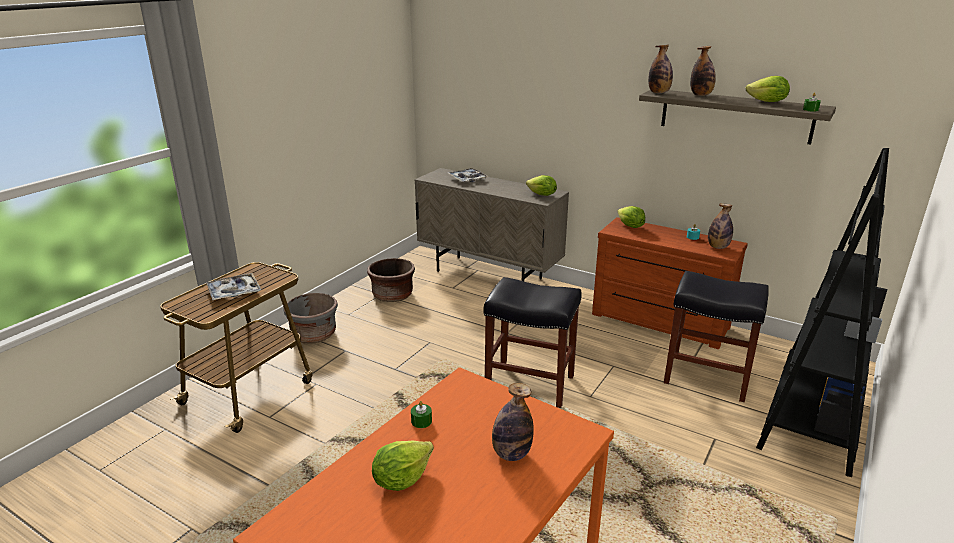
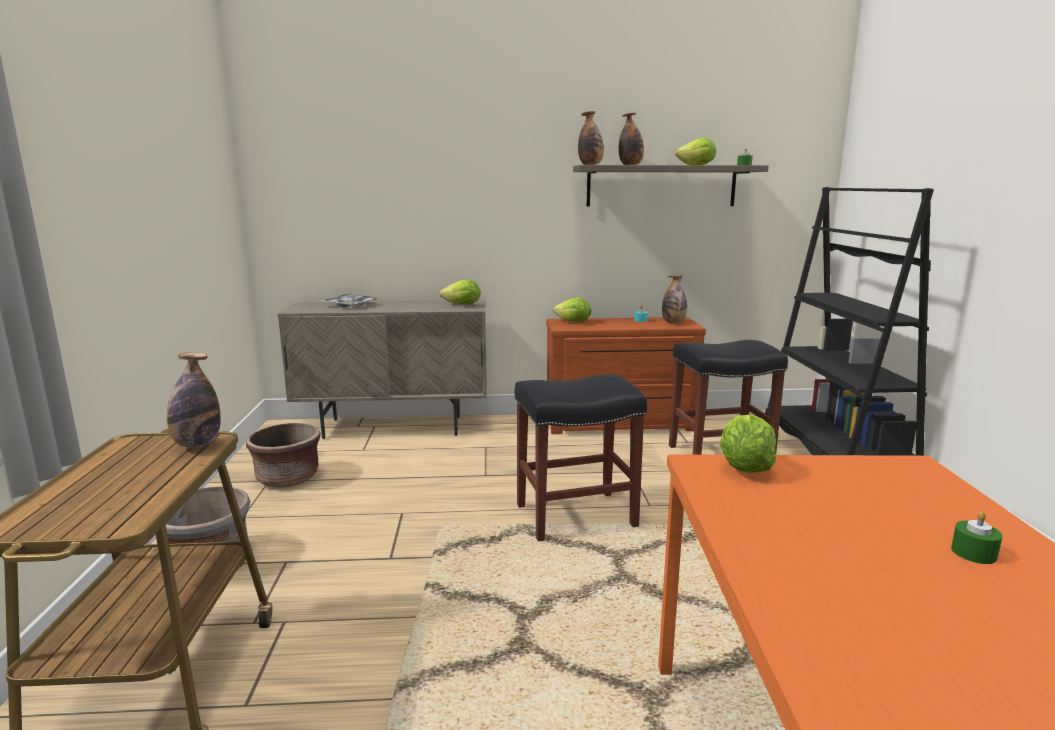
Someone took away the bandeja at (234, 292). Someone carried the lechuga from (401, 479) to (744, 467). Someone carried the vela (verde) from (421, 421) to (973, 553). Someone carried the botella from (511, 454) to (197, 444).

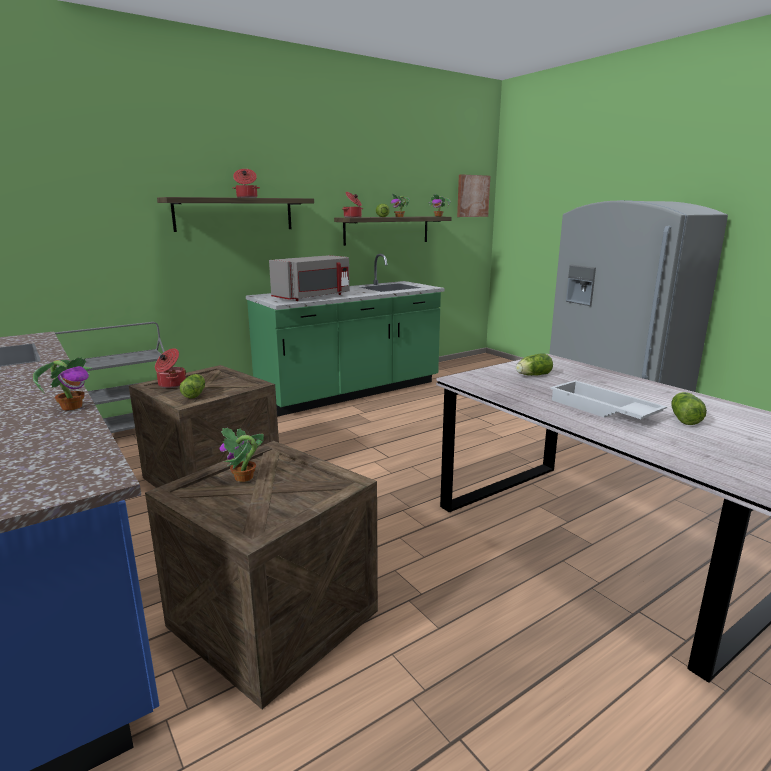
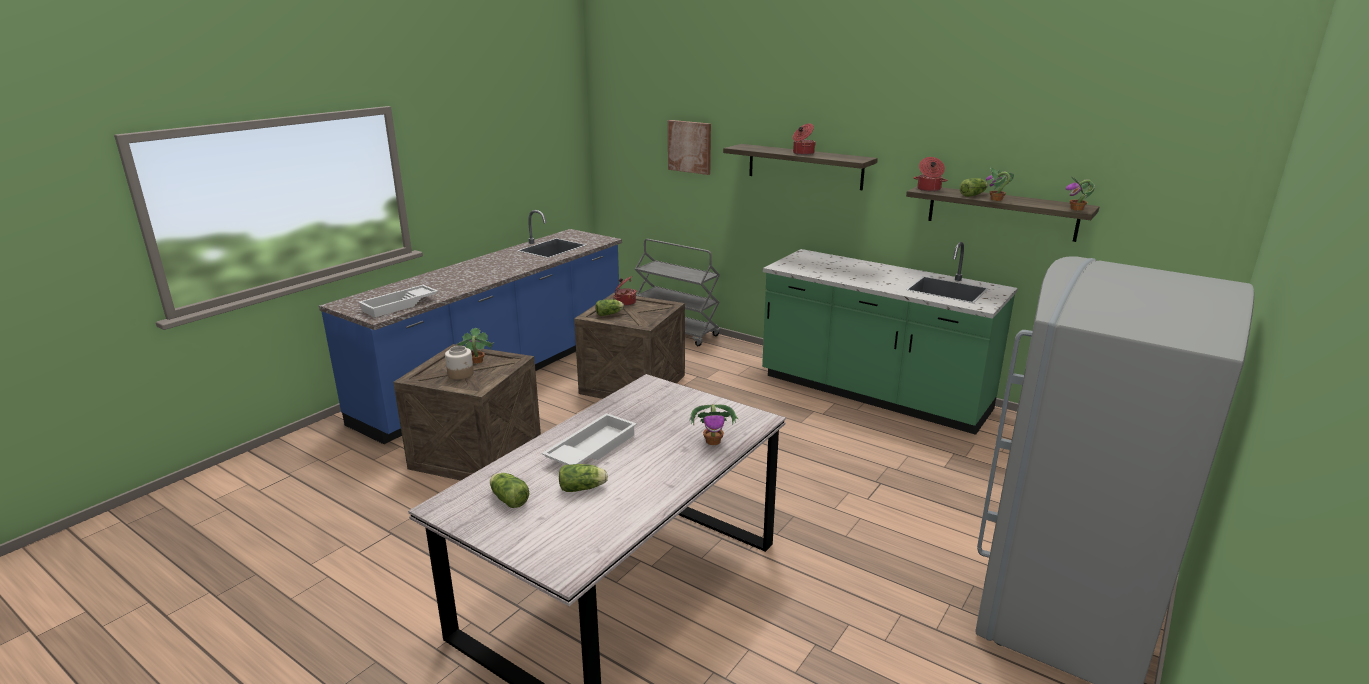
Someone took away the microondas (gris) at (313, 297). Someone put down the bandeja (blanco) at (400, 305). Someone put down the tarro at (461, 374). Someone carried the planta en maceta from (72, 407) to (713, 441). Someone carried the cuadro from (472, 196) to (690, 147). Someone carried the lechuga from (532, 375) to (508, 499).

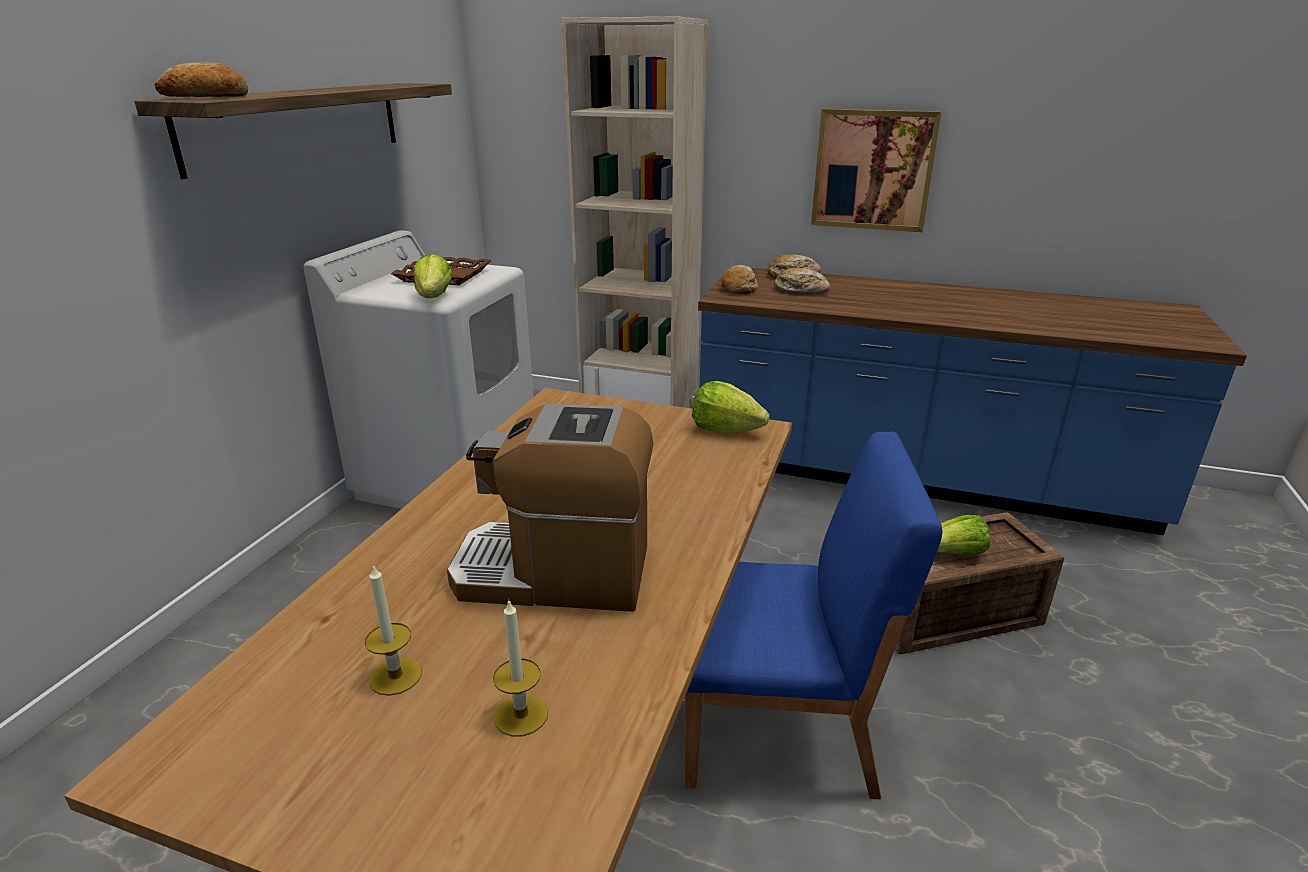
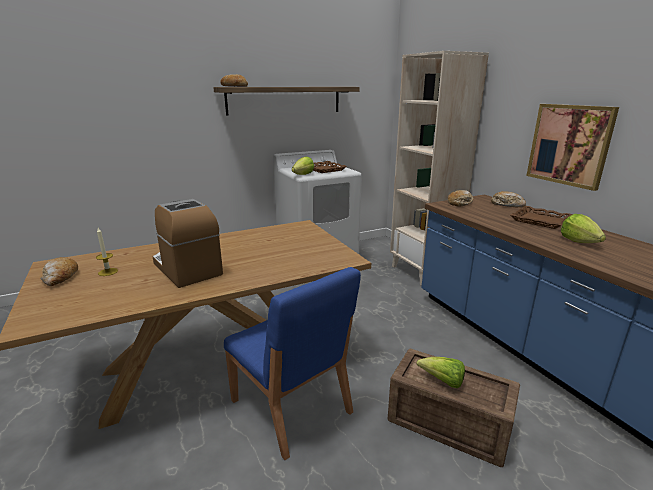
Someone took away the vela at (521, 715). Someone put down the bandeja (marrón) at (540, 221). Someone carried the lechuga from (725, 430) to (579, 241). Someone carried the pan from (800, 290) to (60, 277).

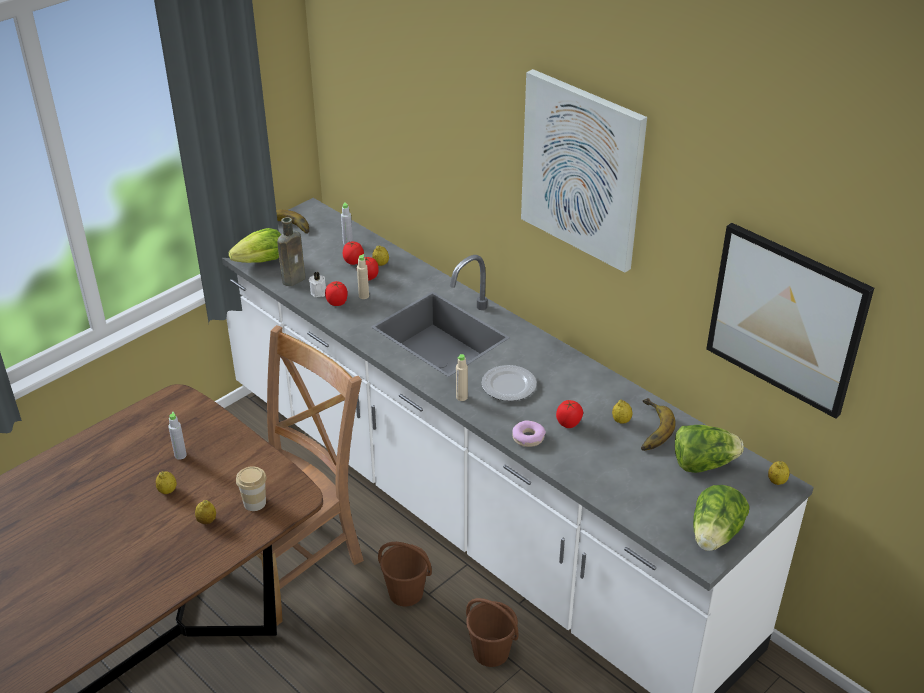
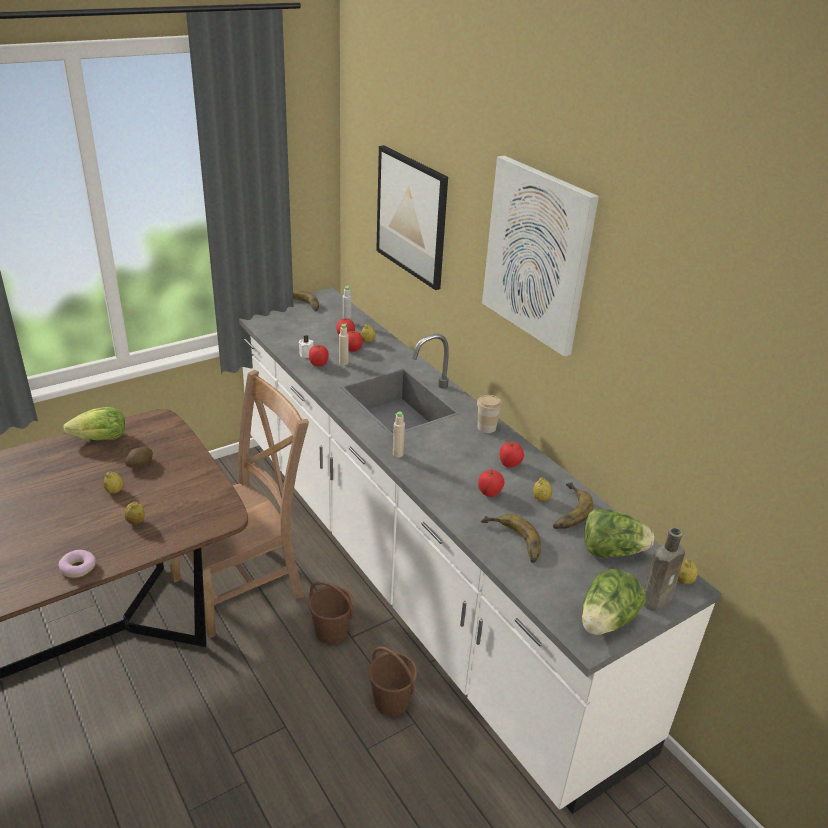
Someone took away the plato at (509, 386). Someone put down the plátano at (511, 542). Someone put down the tomate at (510, 464). Someone carried the lechuga from (261, 261) to (101, 439). Someone carried the taza from (254, 503) to (486, 427). Someone carried the botella (marrón) from (295, 278) to (657, 599). Someone carried the rosquilla from (528, 438) to (78, 568). Someone carried the cuadro from (786, 319) to (411, 216). Someone swapped the botella (gris) at (180, 455) for the patata at (140, 464).

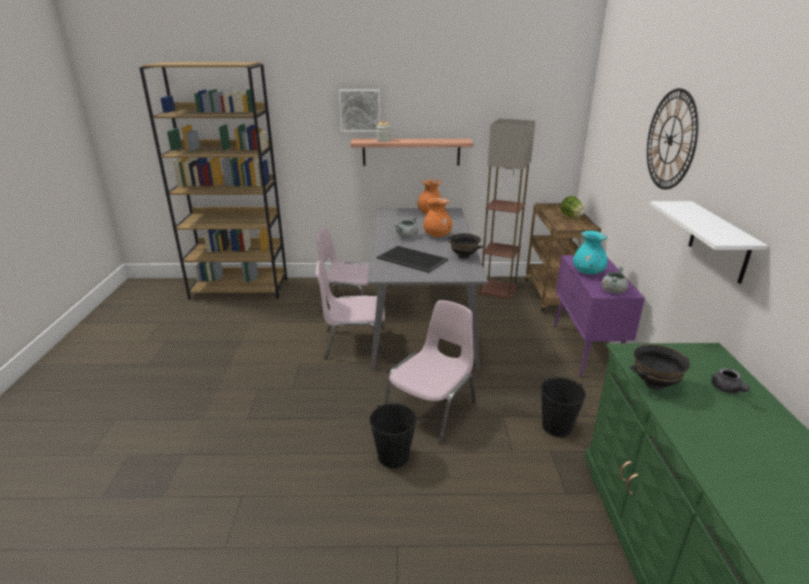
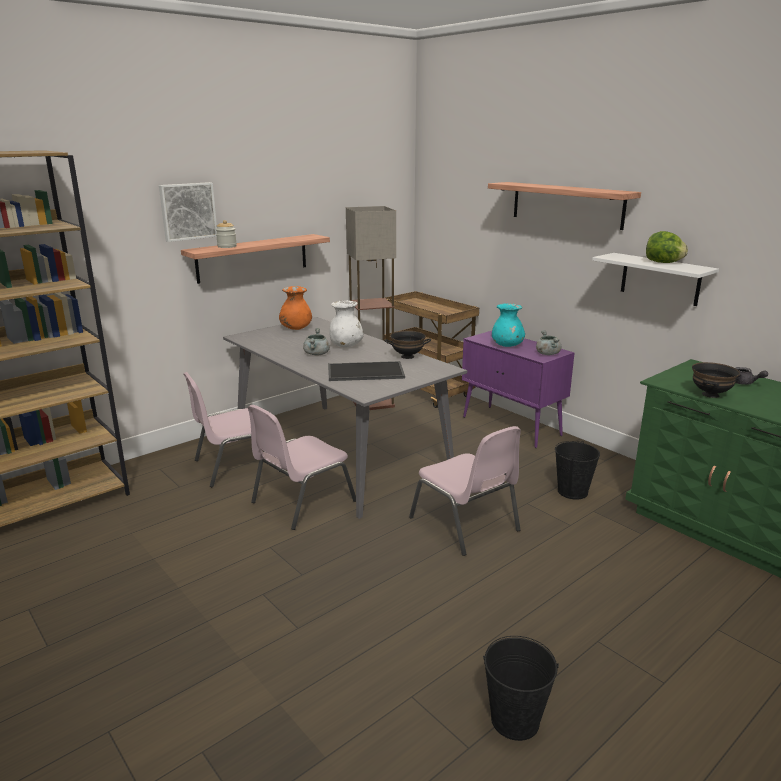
Someone carried the cubo (negro) from (393, 456) to (515, 720). Someone carried the lechuga from (571, 217) to (663, 262). Someone swapped the reloj de pared at (670, 140) for the estante at (566, 204). Someone repainted the florero (naranja) at (437, 235), which became the florero (blanco) at (346, 346). Someone rotated the silla (rosa) at (432, 409) by 150 degrees clockwise.

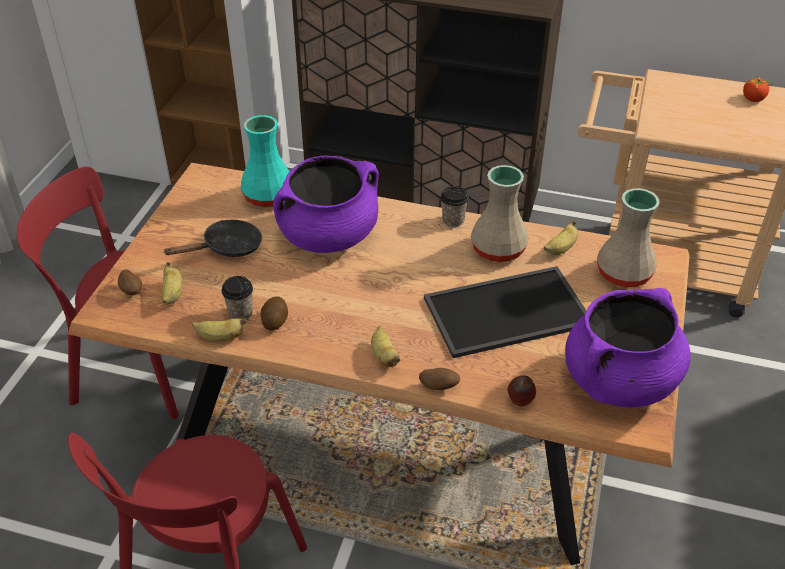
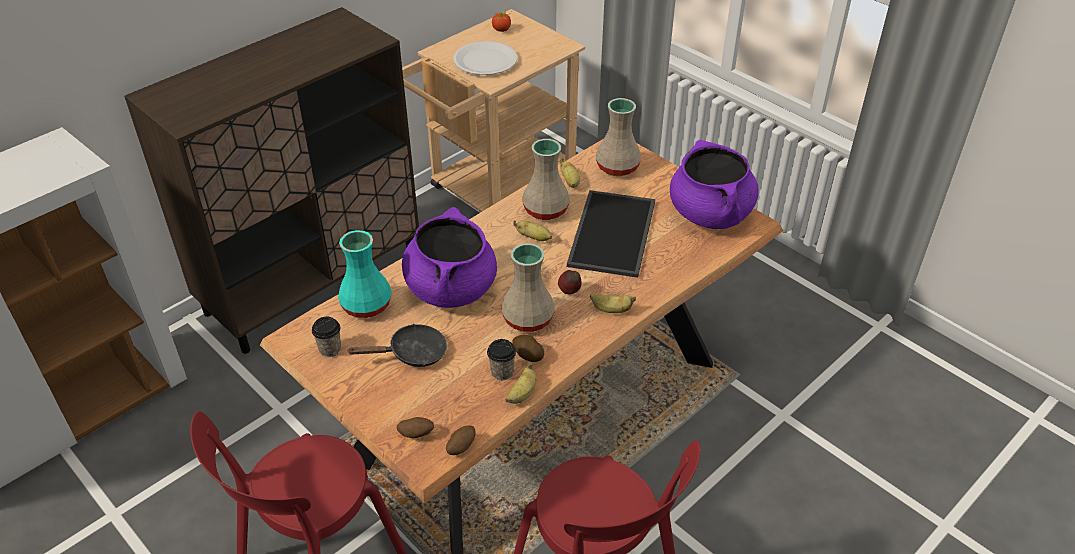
Someone put down the plato (blanco) at (485, 60). Someone put down the florero (beis) at (528, 319). Someone carried the plátano from (173, 294) to (534, 238). Someone carried the patata from (439, 386) to (461, 447). Someone carried the taza from (453, 221) to (330, 349). Someone carried the manzana from (519, 402) to (570, 292). Someone rotated the sartén (negro) at (227, 248) by 75 degrees clockwise.

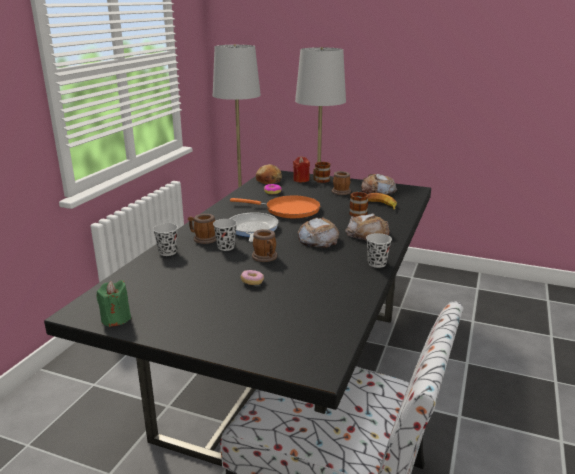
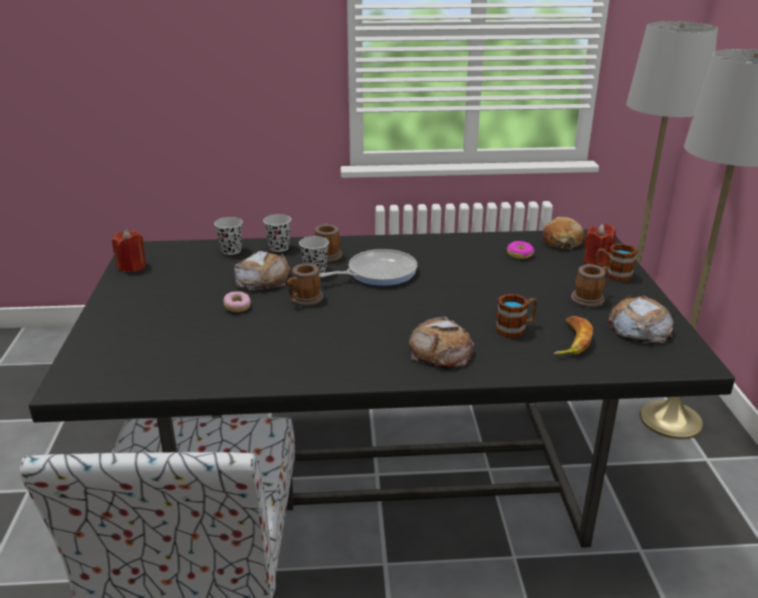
Someone took away the sartén (naranja) at (288, 210). Someone carried the pan from (318, 239) to (263, 278). Someone carried the taza (negro) from (377, 263) to (231, 250). Someone repainted the vela (verde) at (116, 319), which became the vela (rojo) at (132, 266).

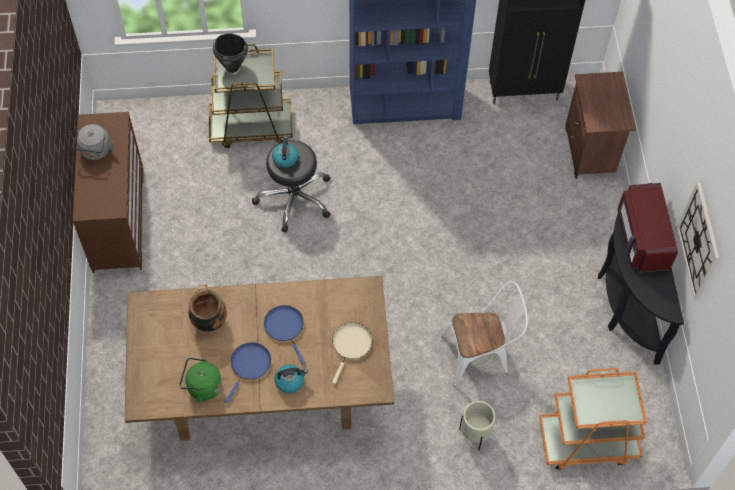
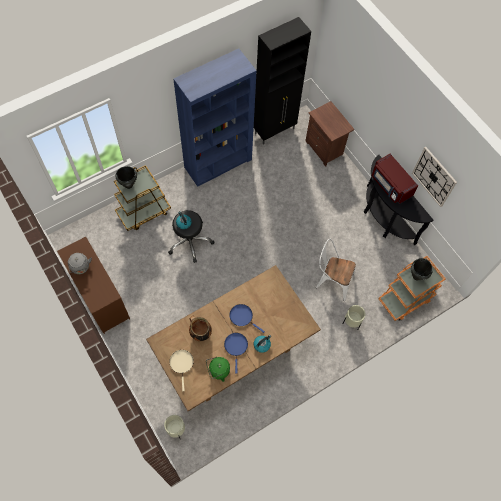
Someone put down the maceta (beis) at (176, 429). Someone put down the olla (negro) at (416, 276). Someone carried the sartén (beis) from (351, 345) to (182, 364). Someone rotated the silla (blanco) at (481, 355) by 120 degrees counterclockwise.

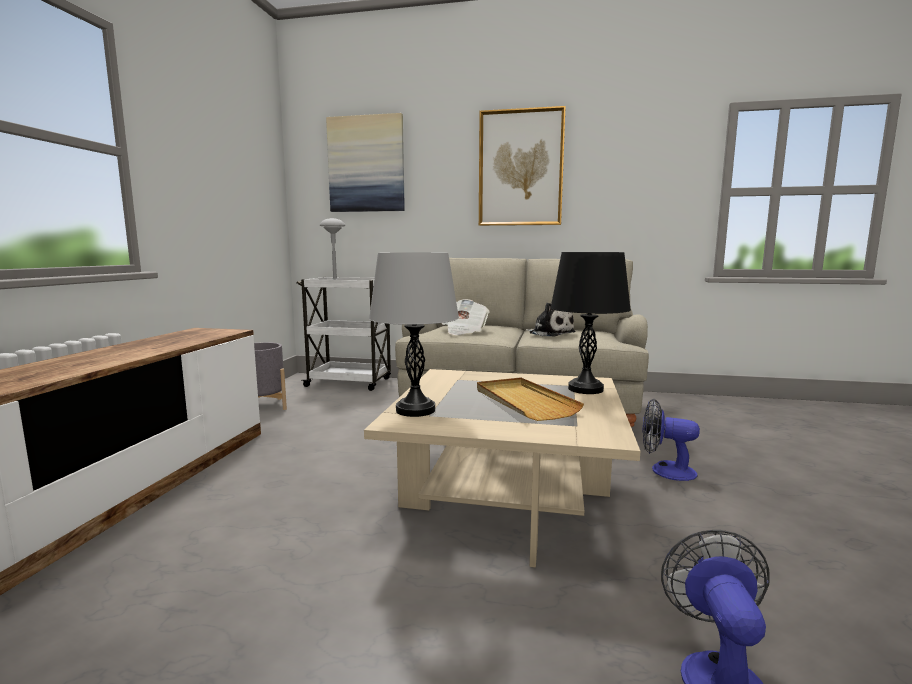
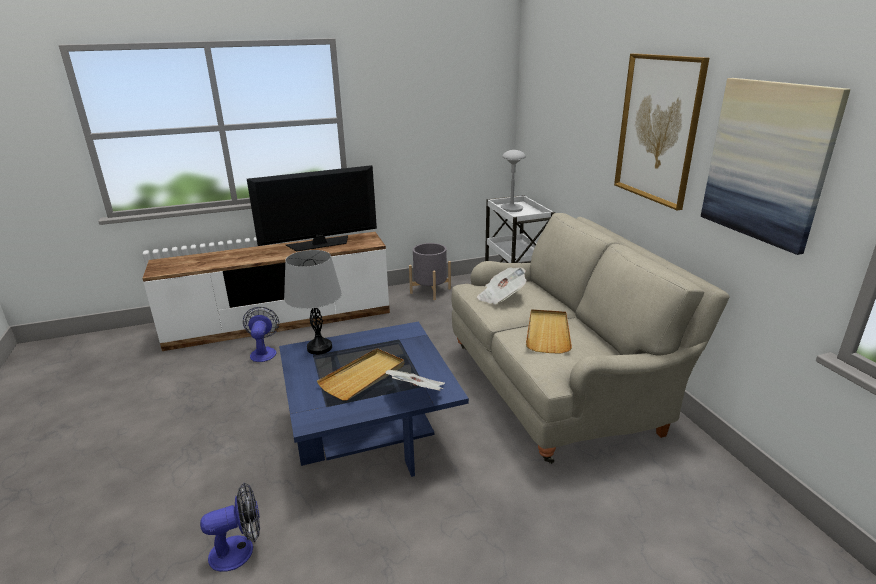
Someone put down the televisor at (319, 244). Someone carried the cuadro from (366, 164) to (767, 162). Someone carried the ventilador from (665, 470) to (263, 352). Someone swapped the peluche at (550, 333) for the bandeja (beis) at (548, 333). Someone swapped the lámpara de mesa (negro) at (585, 389) for the periódico at (418, 393). Someone repainted the mesa de centro (beis) at (506, 500), which became the mesa de centro (azul) at (371, 432).

